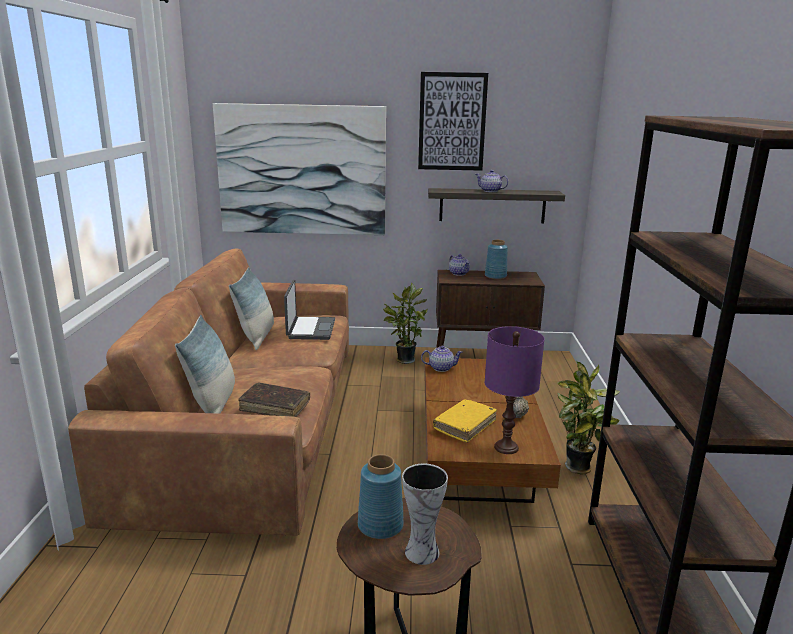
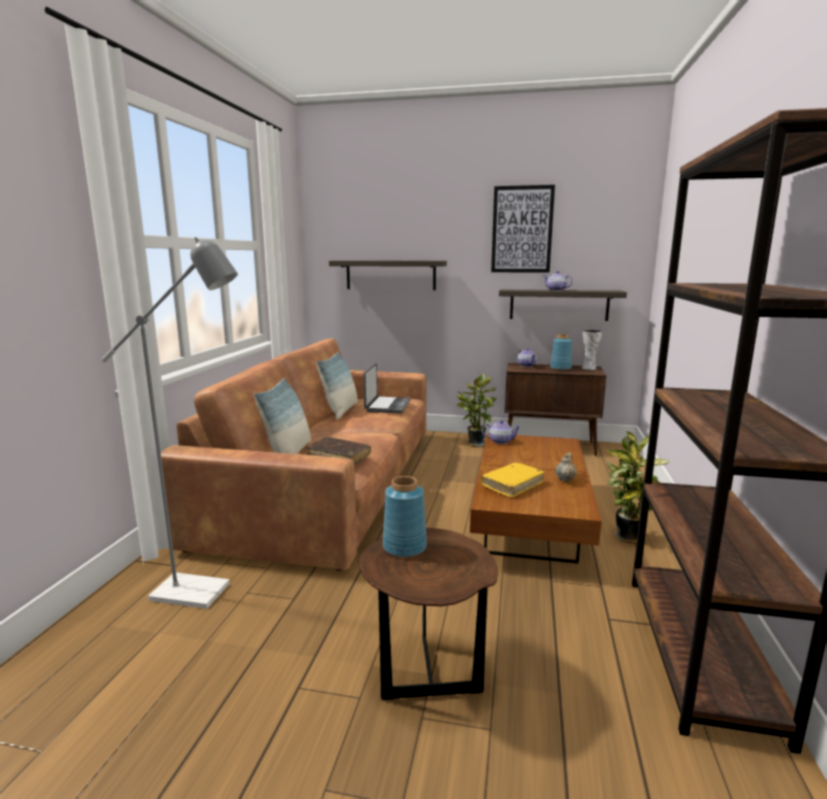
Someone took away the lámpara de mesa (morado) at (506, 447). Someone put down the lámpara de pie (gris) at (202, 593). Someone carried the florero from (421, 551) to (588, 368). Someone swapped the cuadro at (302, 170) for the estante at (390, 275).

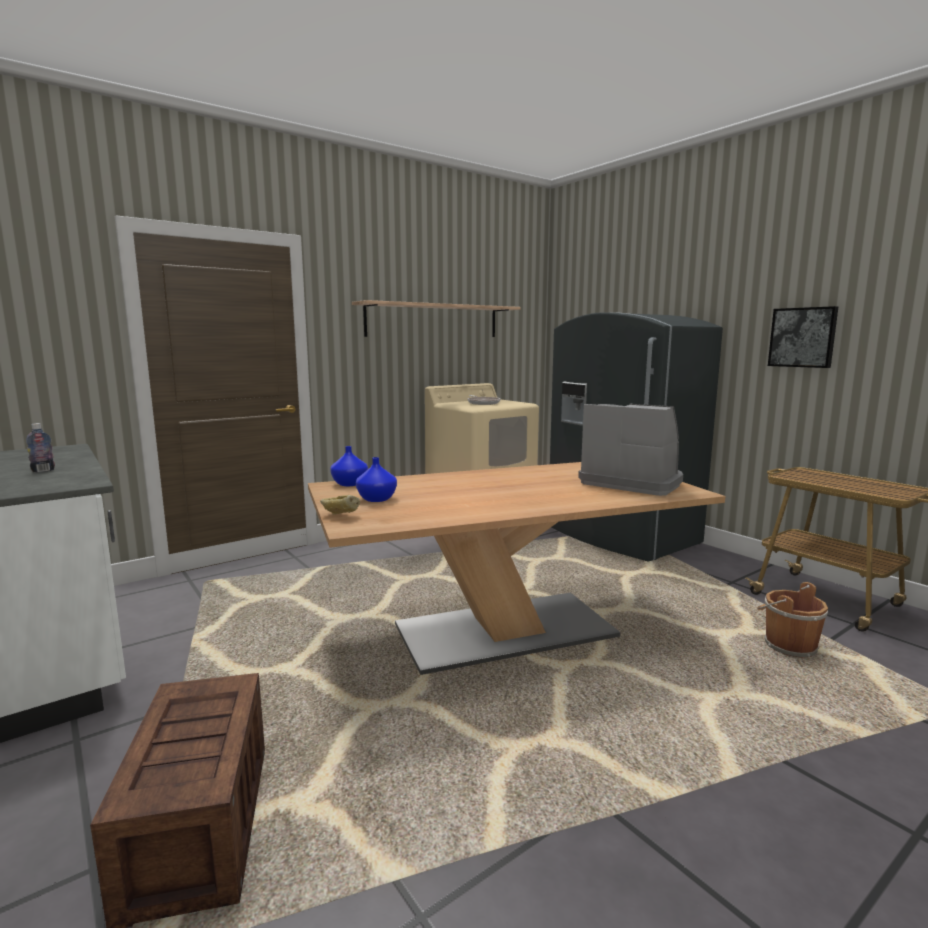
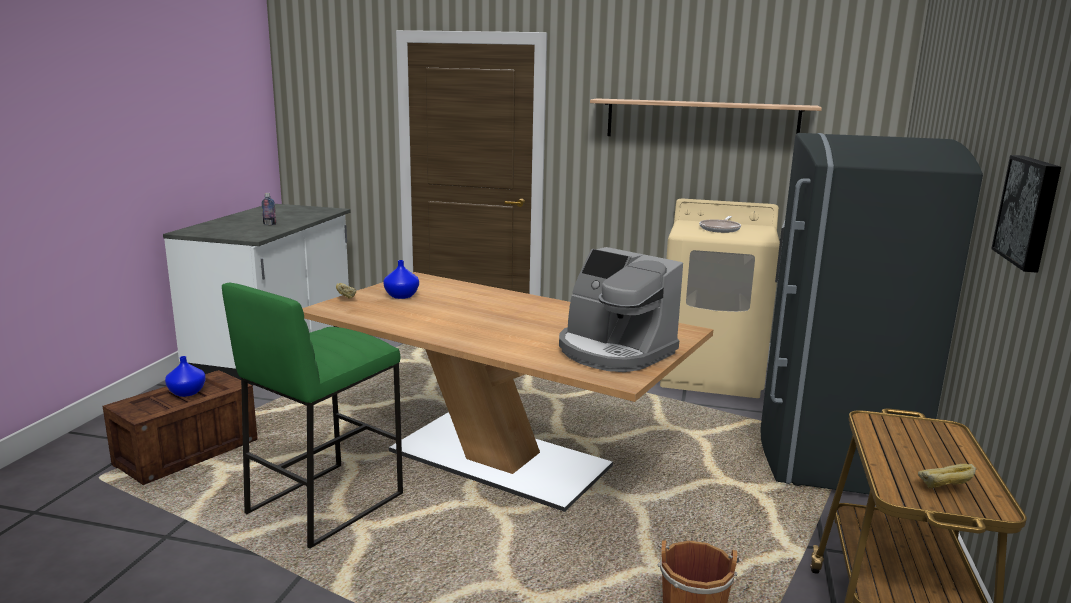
Someone put down the taburete (verde) at (325, 503). Someone put down the pan at (943, 490). Someone carried the florero (azul) from (350, 484) to (187, 393). Someone rotated the cafetera at (632, 482) by 135 degrees clockwise.

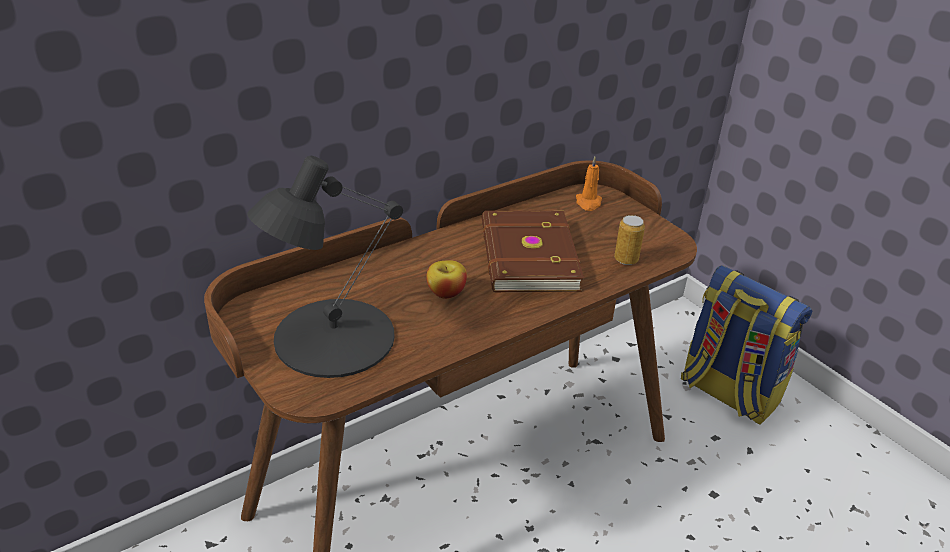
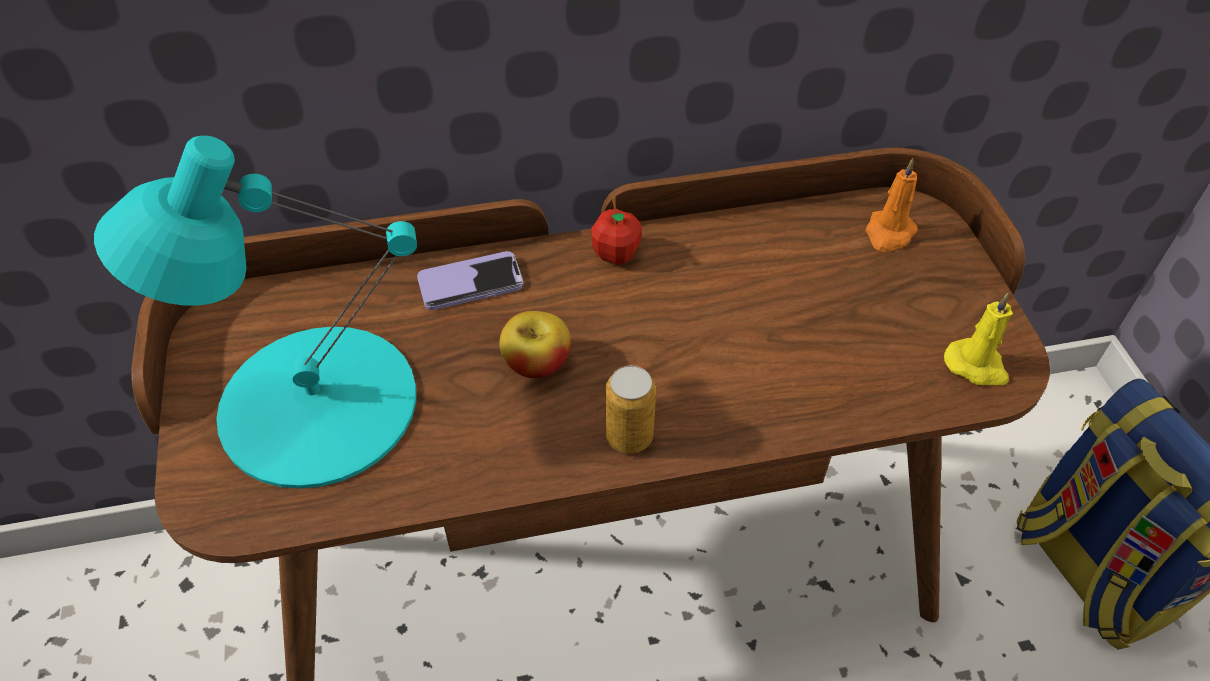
Someone took away the libro (marrón) at (526, 256). Someone put down the móvil at (470, 283). Someone put down the manzana at (616, 254). Someone put down the vela (amarillo) at (976, 366). Someone carried the lata from (626, 260) to (629, 436). Someone repainted the lámpara de mesa (negro) at (332, 337), which became the lámpara de mesa (turquesa) at (314, 403).

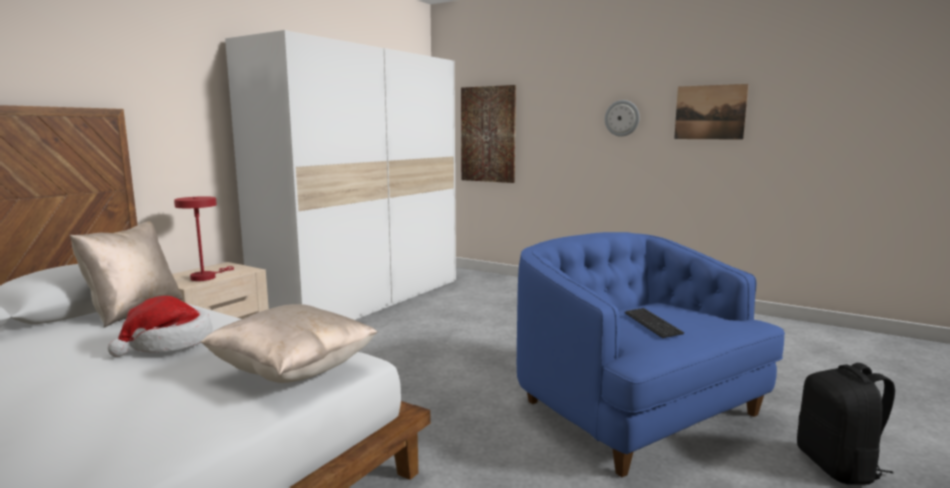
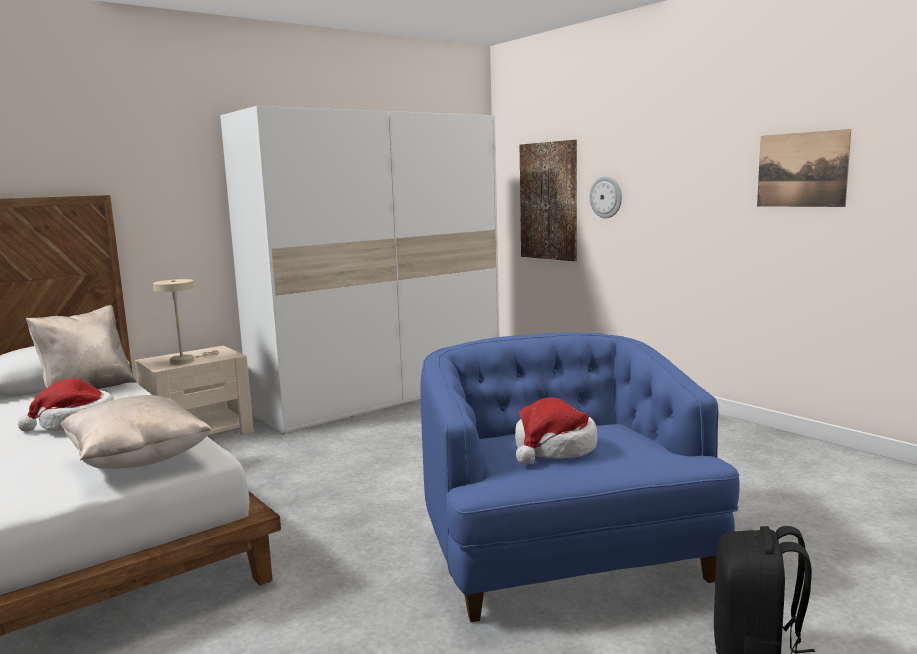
Someone carried the reloj de pared from (622, 118) to (606, 197). Someone swapped the teclado at (652, 324) for the sombrero at (554, 449). Someone repainted the lámpara de mesa (rojo) at (206, 277), which became the lámpara de mesa (beis) at (186, 360).

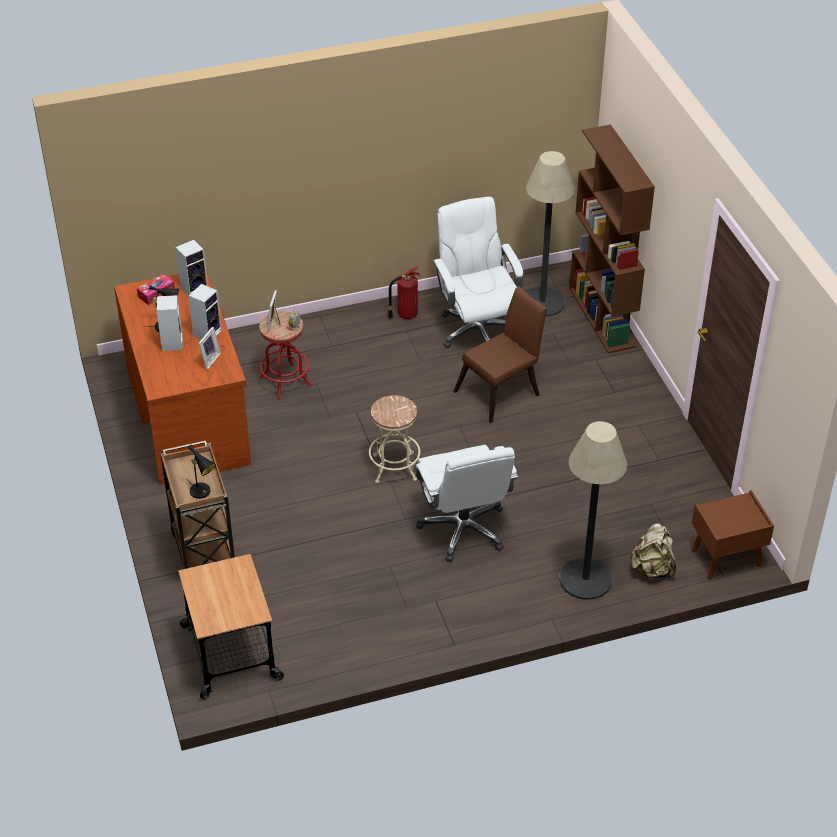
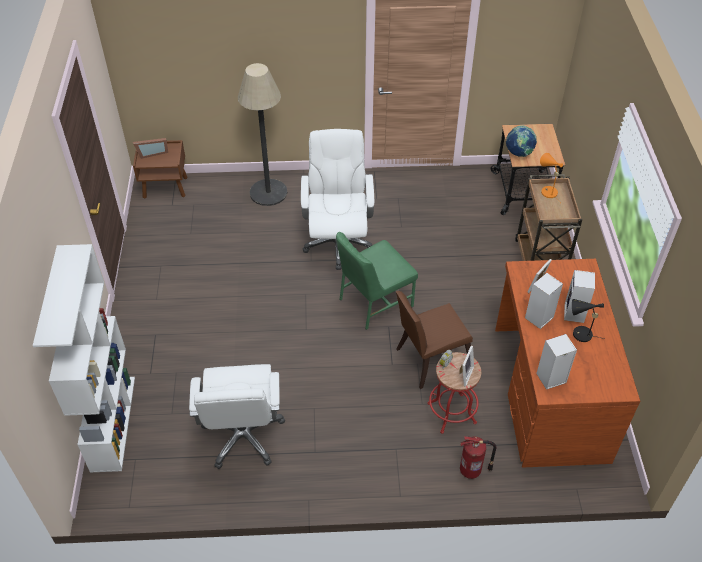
Someone took away the caja de pañuelos at (156, 293). Someone took away the lámpara de pie at (542, 302). Someone took away the mochila (beis) at (652, 569). Someone put down the portarretratos at (152, 153). Someone put down the globo terráqueo at (519, 153). Someone carried the extintor from (406, 314) to (472, 470). Someone carried the silla (marrón) from (501, 391) to (429, 360). Someone swapped the taburete (beis) at (394, 467) for the silla (verde) at (374, 302). Someone repainted the lámpara de mesa (negro) at (202, 492), which became the lámpara de mesa (naranja) at (547, 191). Someone repainted the estantería (marrón) at (602, 317), which became the estantería (blanco) at (112, 422).

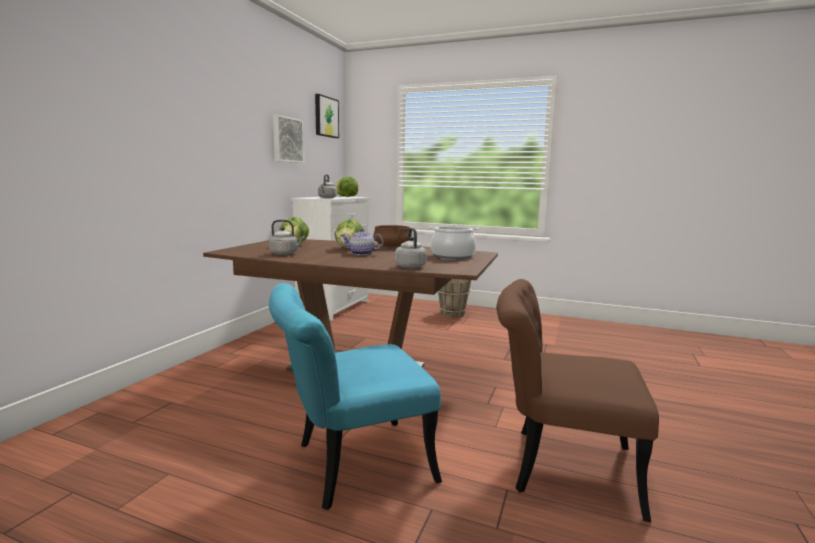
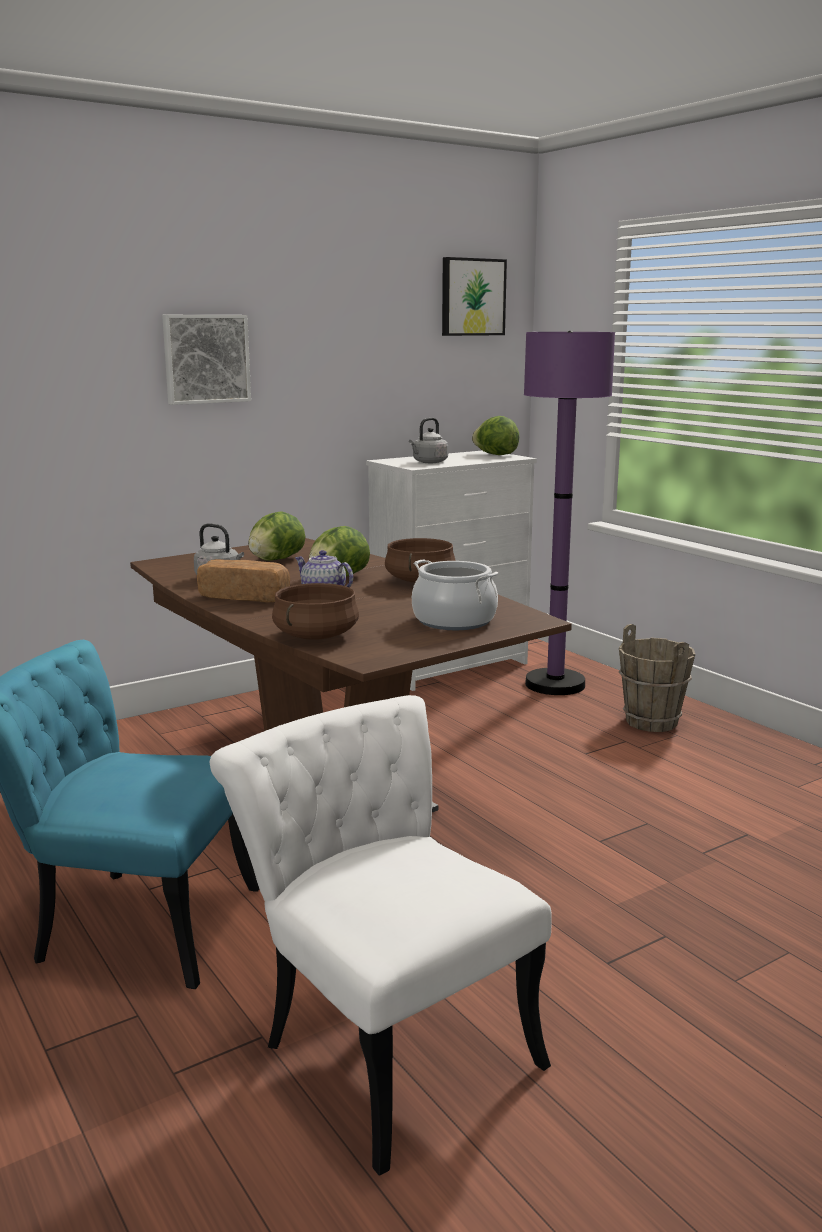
Someone put down the pan at (245, 597). Someone put down the lámpara de pie (morado) at (555, 684). Someone carried the cuadro from (287, 140) to (206, 359). Someone swapped the hervidor (gris) at (410, 266) for the olla (marrón) at (315, 635). Someone repainted the silla (marrón) at (558, 466), which became the silla (blanco) at (384, 1041).

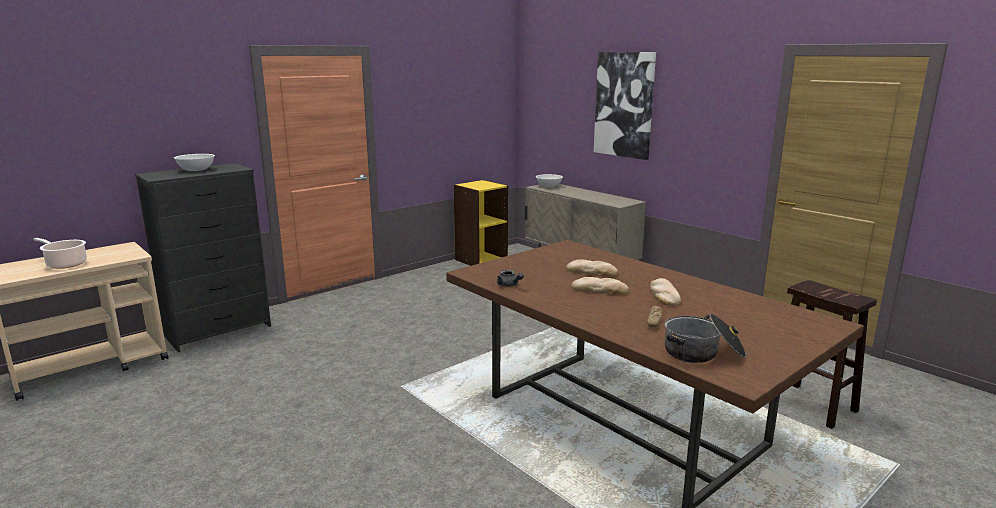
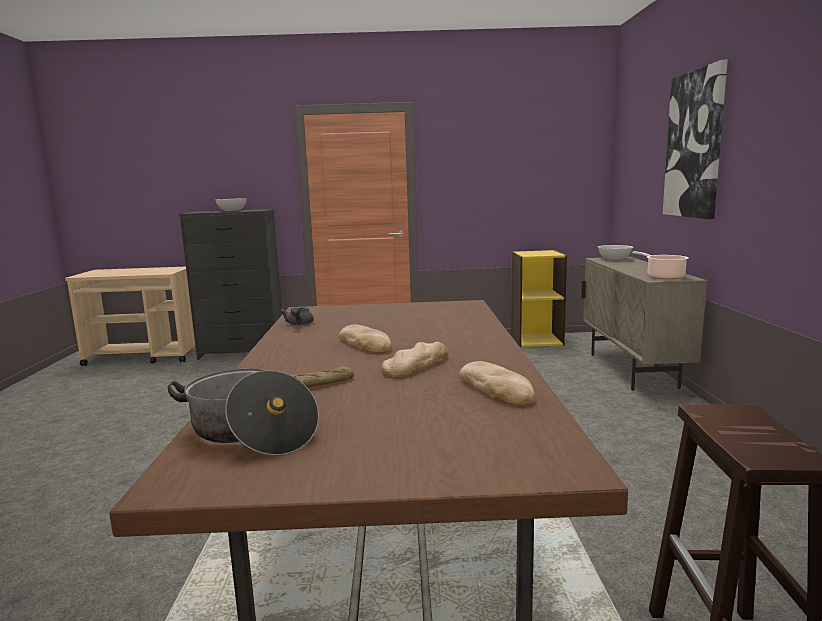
Someone carried the olla from (65, 264) to (663, 277). Someone carried the pan from (592, 271) to (496, 389).

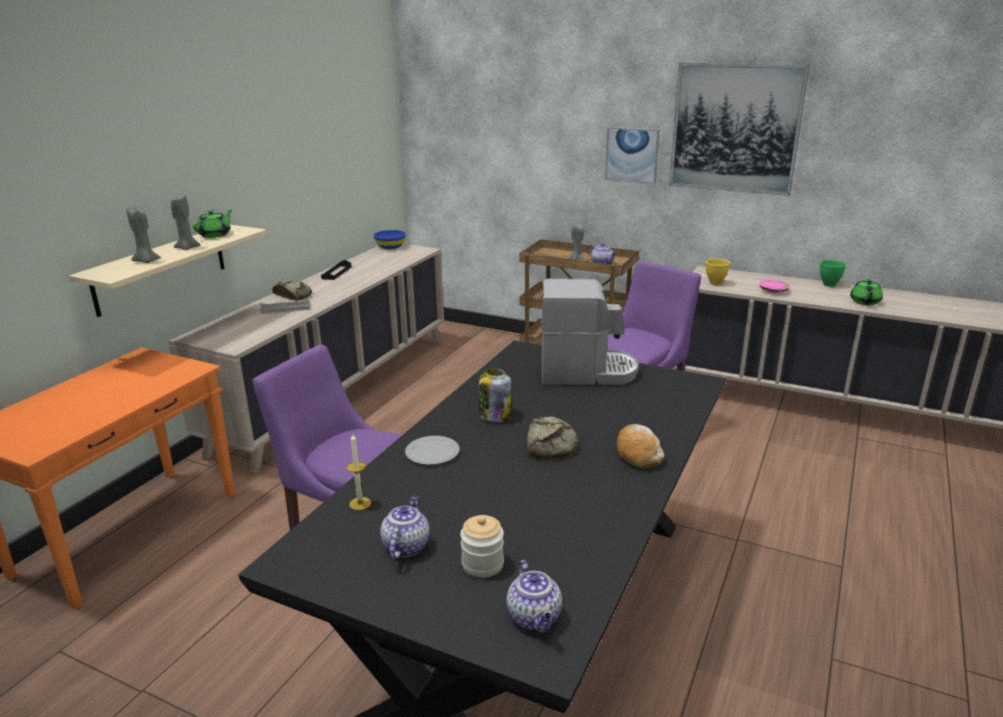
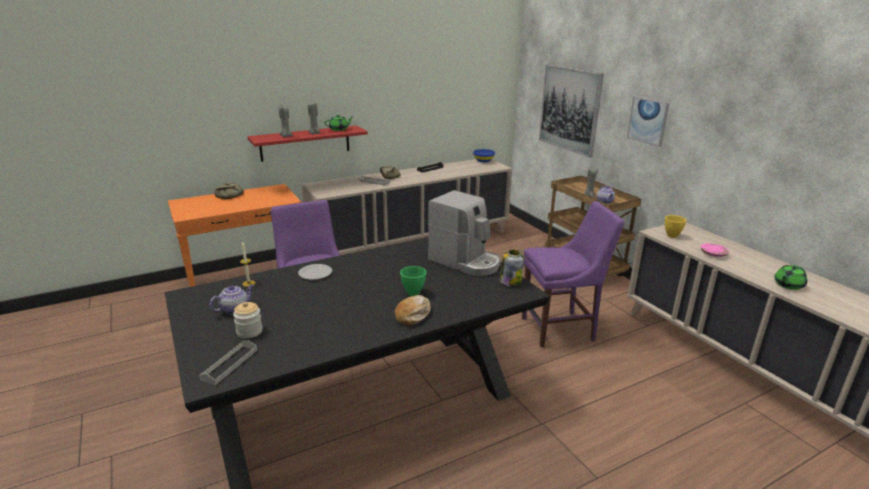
Someone carried the tarro from (494, 415) to (510, 281). Someone carried the pan from (551, 444) to (230, 195). Someone carried the cuadro from (735, 128) to (569, 109). Someone carried the cuenco (verde) from (829, 285) to (413, 293). Someone swapped the tetera at (535, 618) for the bandeja (gris) at (229, 364). Someone repainted the estante (beis) at (161, 269), which became the estante (rojo) at (305, 143).

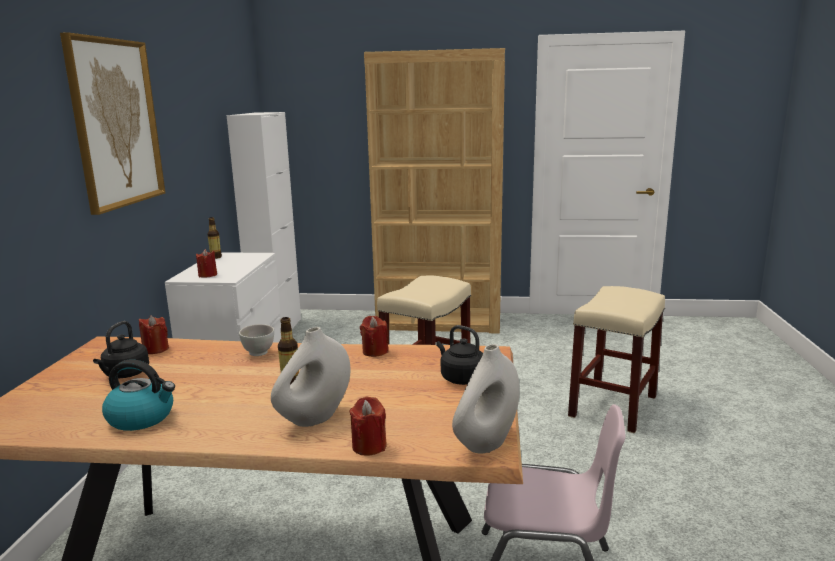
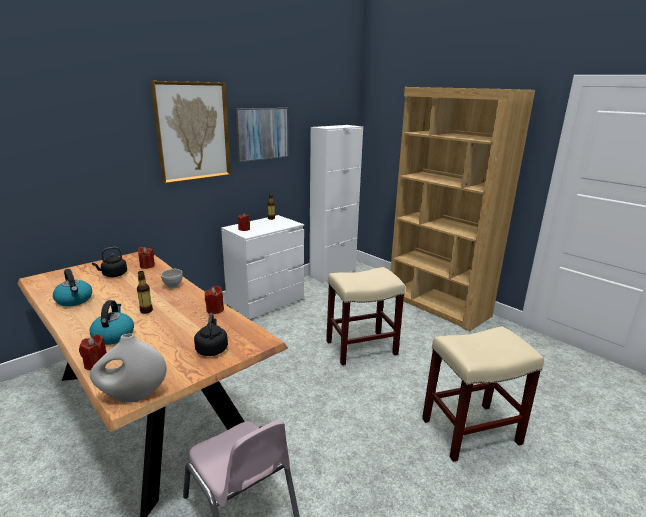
Someone put up the cuadro at (261, 134). Someone swapped the florero (blanco) at (315, 418) for the hervidor at (113, 335).

